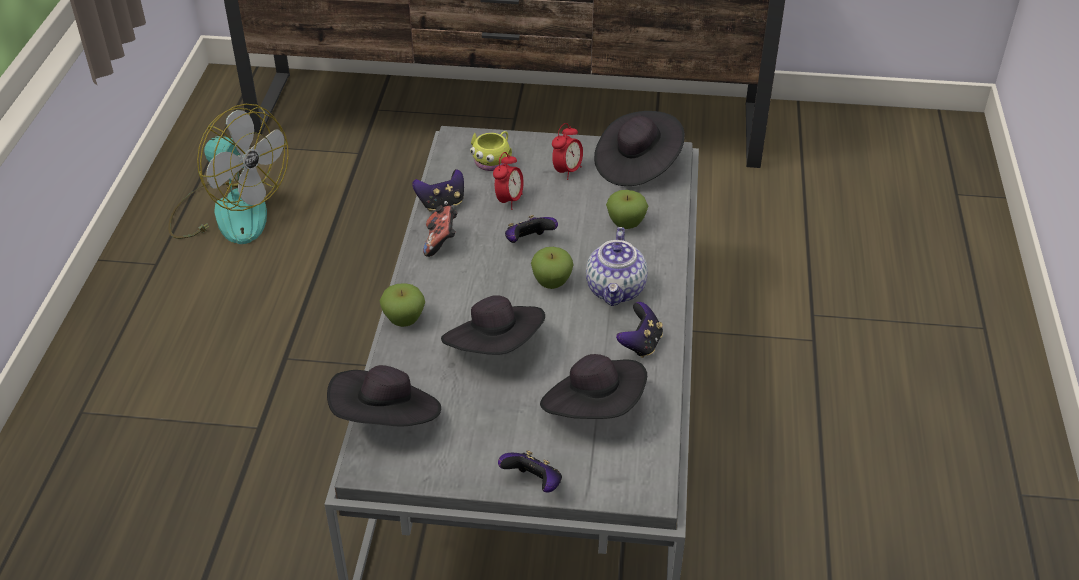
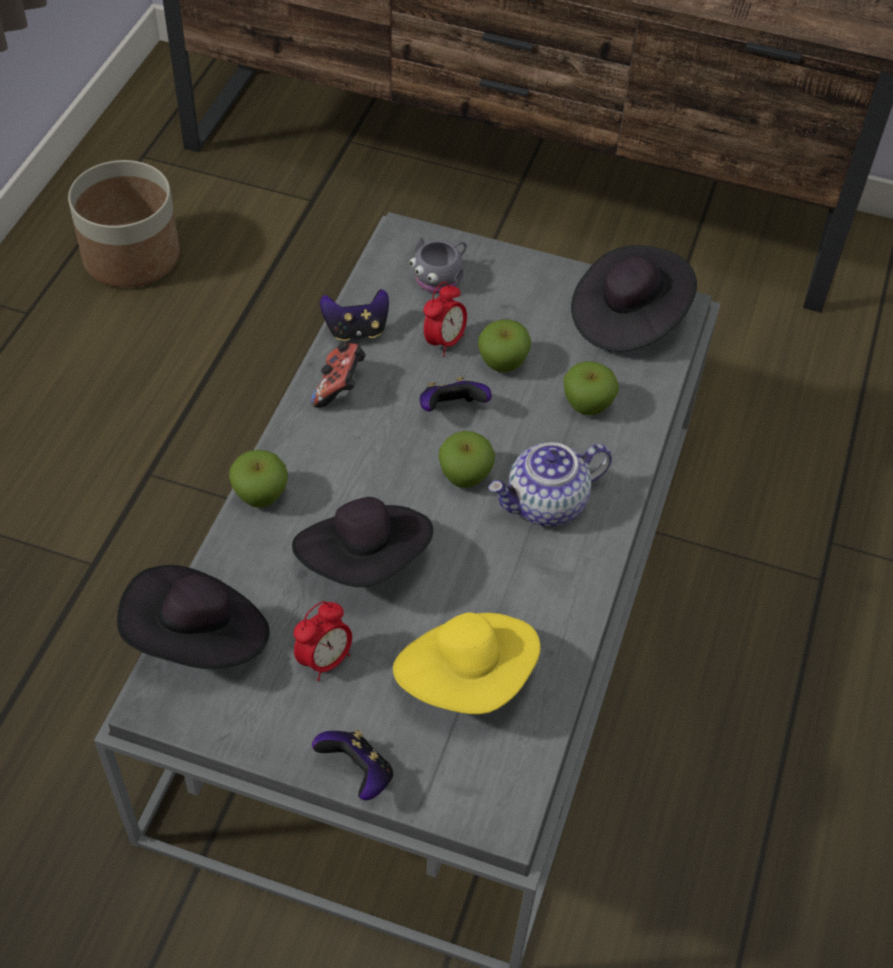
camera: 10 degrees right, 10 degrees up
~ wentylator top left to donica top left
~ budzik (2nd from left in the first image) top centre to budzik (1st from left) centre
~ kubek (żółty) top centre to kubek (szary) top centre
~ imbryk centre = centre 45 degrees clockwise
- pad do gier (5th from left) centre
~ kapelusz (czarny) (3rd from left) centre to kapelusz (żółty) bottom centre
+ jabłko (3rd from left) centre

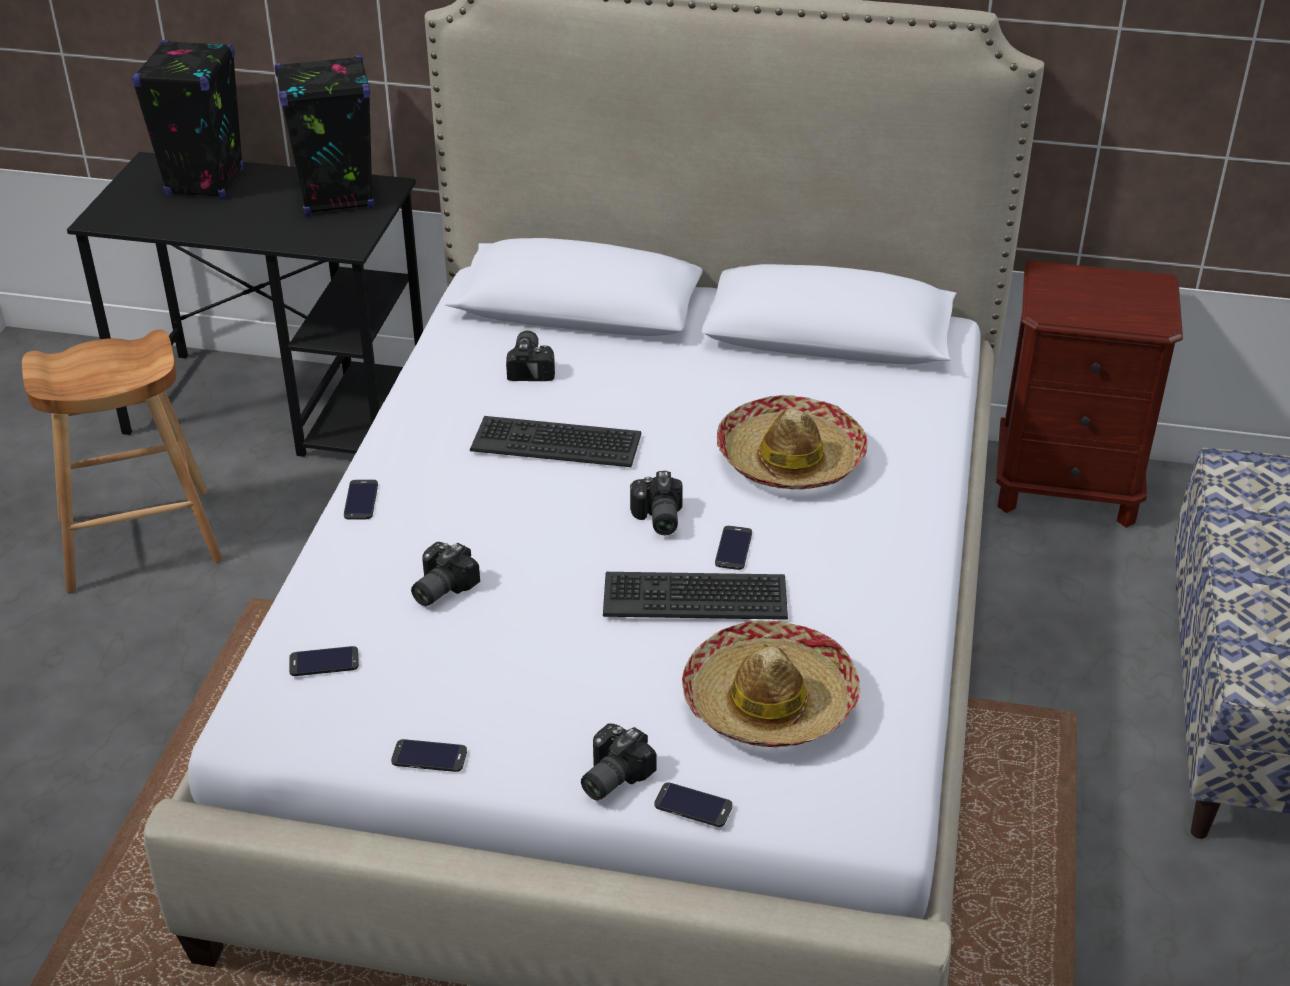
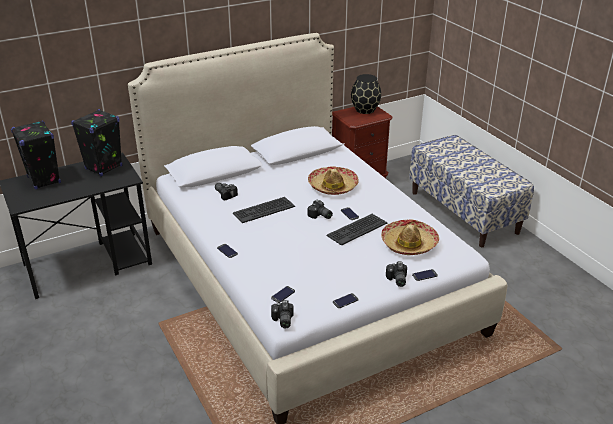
camera: 40 degrees left, 5 degrees down
- stołek (brązowy) middle left
~ aparat fotograficzny (1st from left in the first image) centre to aparat fotograficzny (2nd from left) bottom centre
+ wazon (czarny) top centre

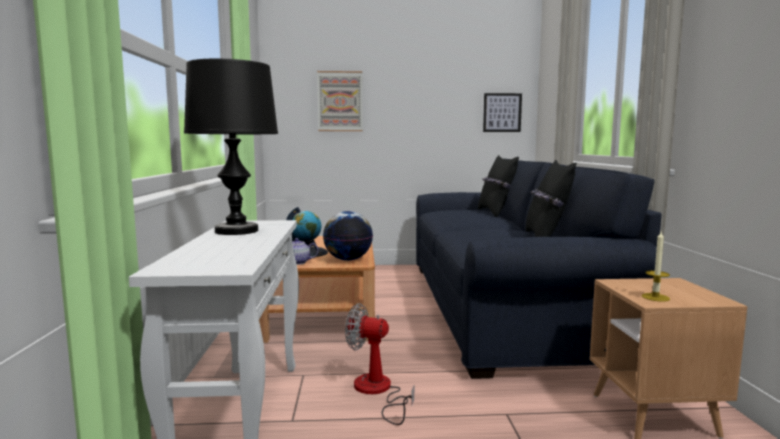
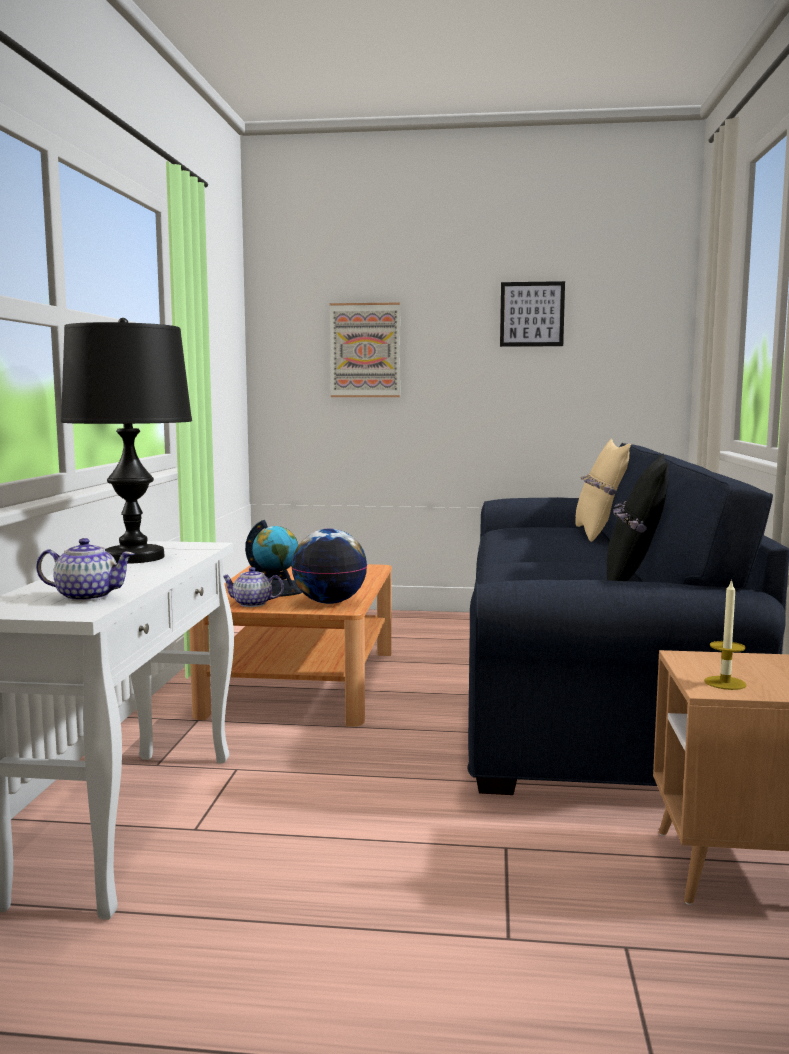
camera: 10 degrees right, 0 degrees up
~ obraz (2nd from left) top centre to top right
~ poduszka (czarny) (1st from left) centre to poduszka (beżowy) middle right
- wentylator bottom centre
+ imbryk (1st from left) middle left

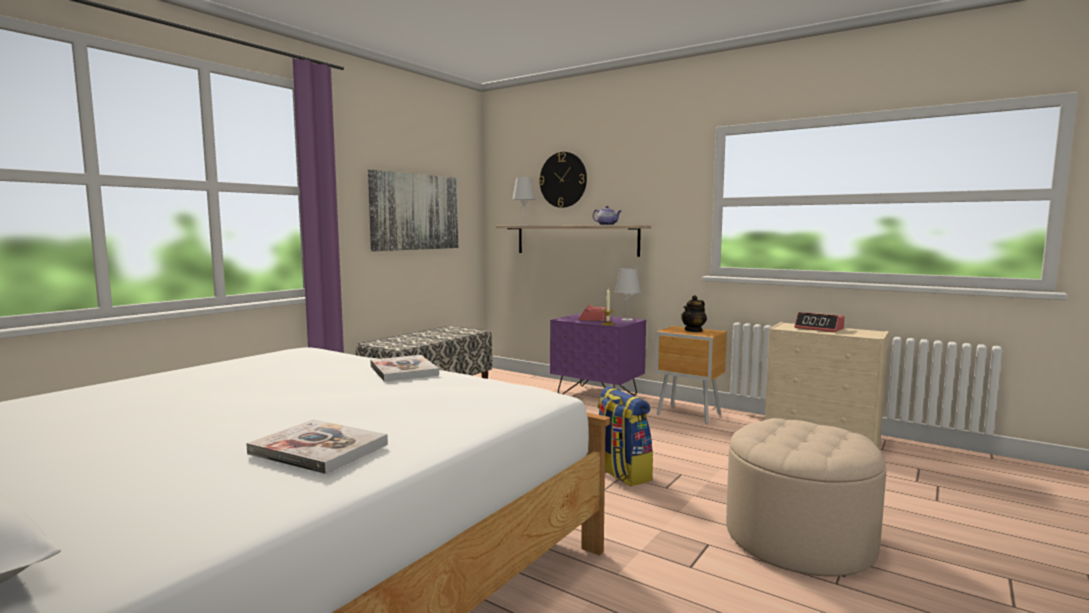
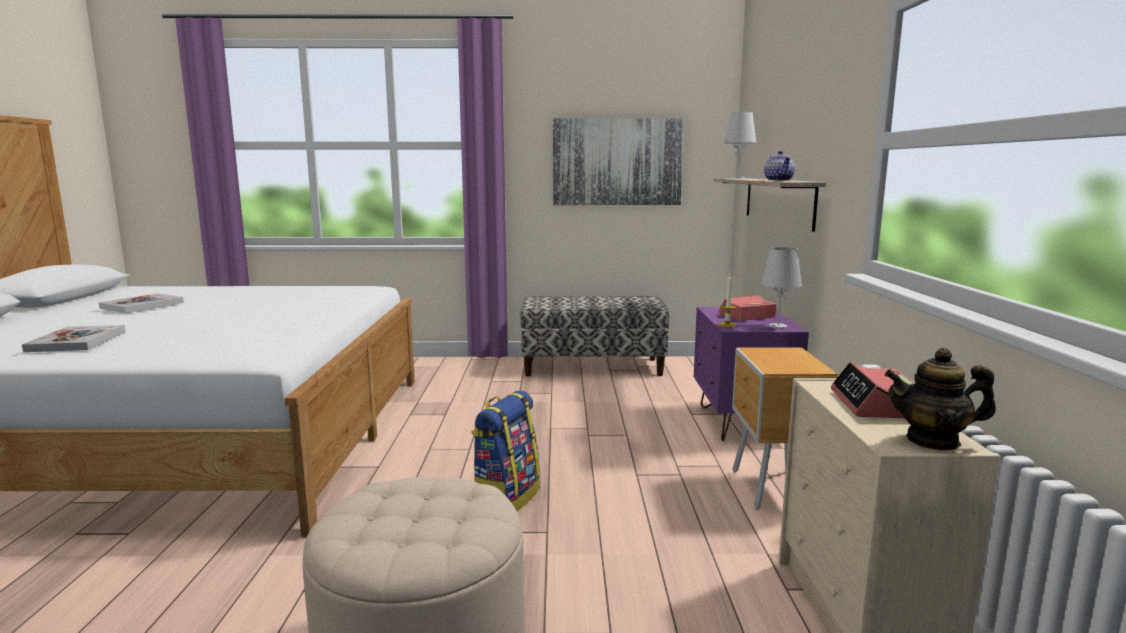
camera: 55 degrees right, 5 degrees up
- zegar ścienny top centre
~ imbryk (2nd from left) centre to middle right
~ książka (2nd from left) centre to middle left

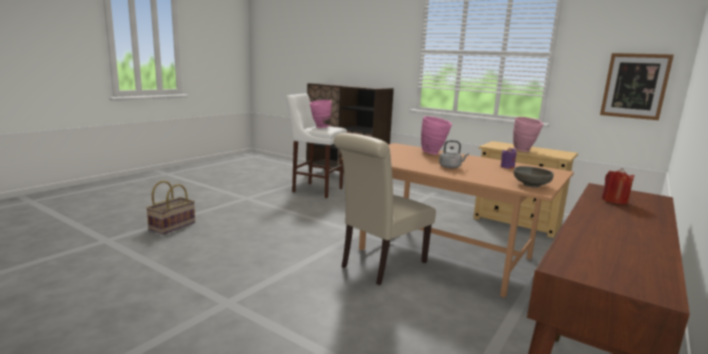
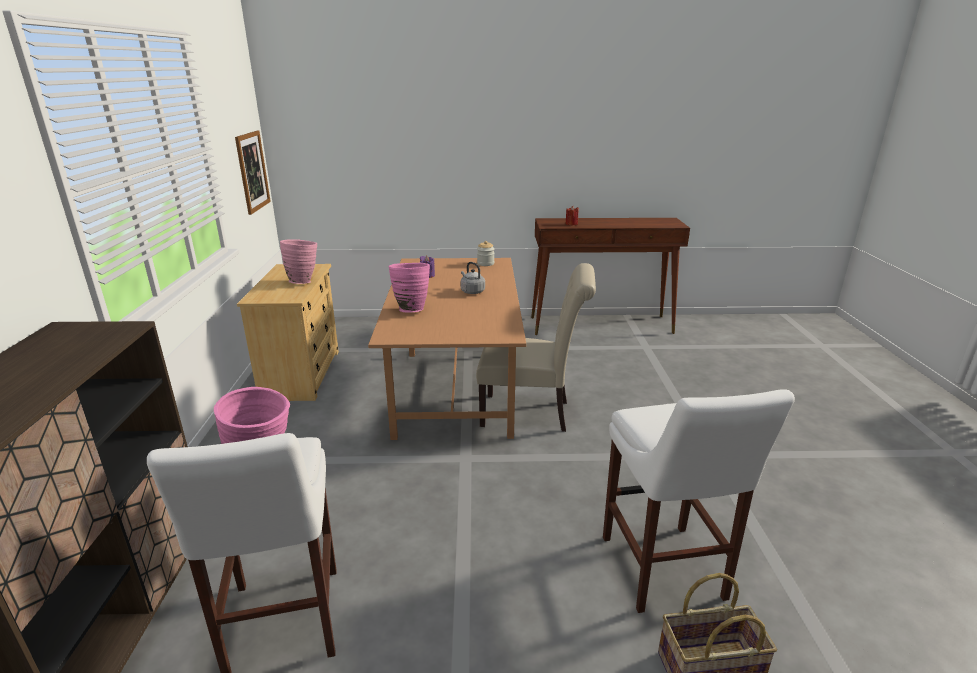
camera: 125 degrees left, 10 degrees up
~ miska (szary) middle right to słoik centre
+ stołek (biały) (2nd from left) bottom right

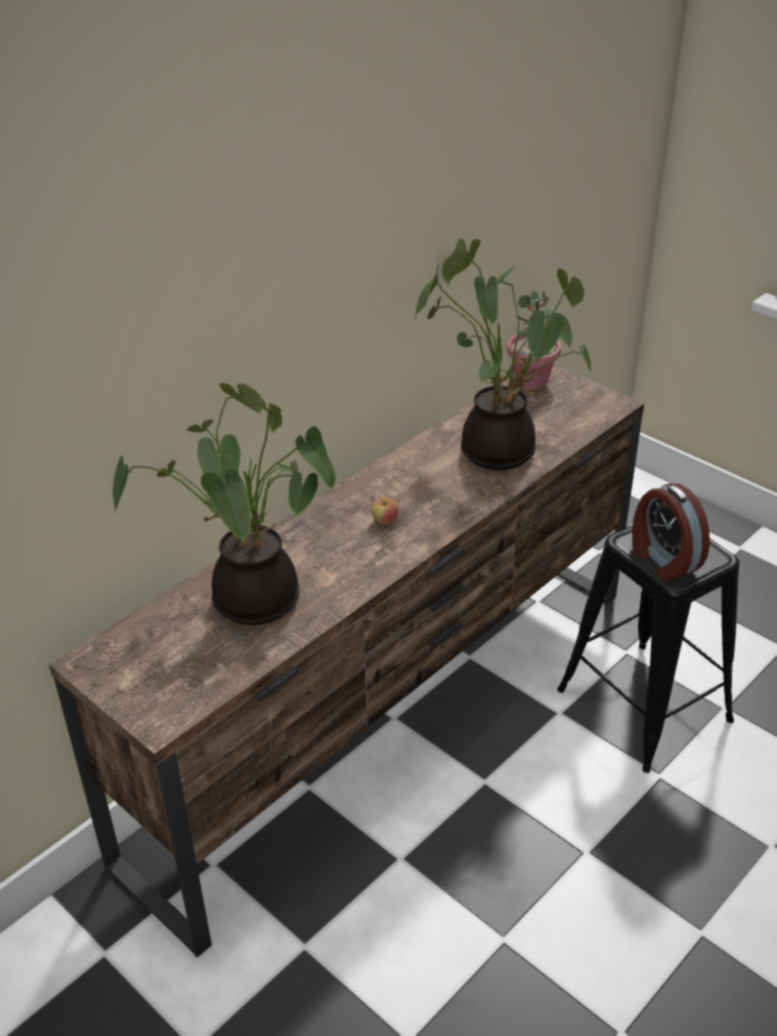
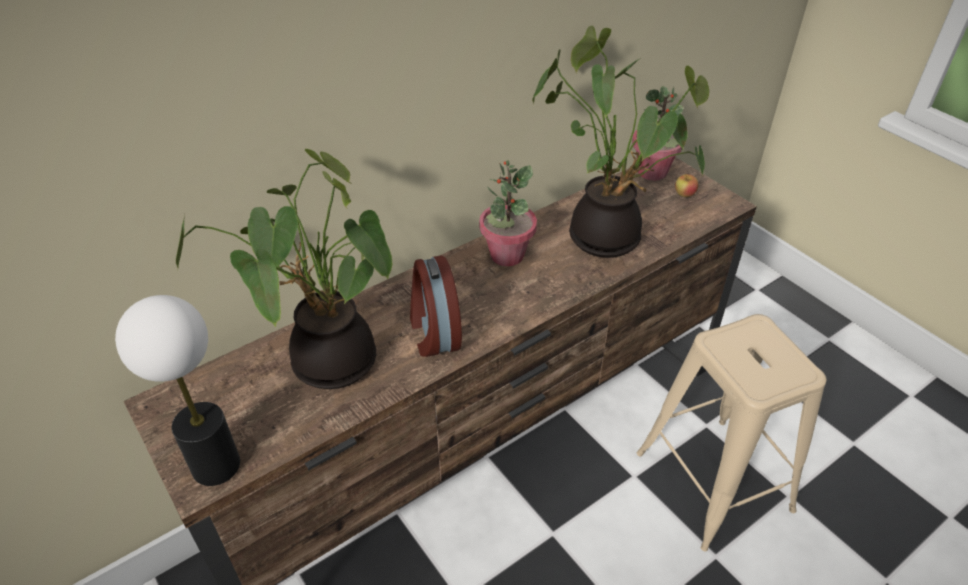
camera: 10 degrees right, 5 degrees up
~ budzik middle right to centre
~ jabłko centre to top right
~ stołek (czarny) middle right to stołek (beżowy) bottom right
+ roślina doniczkowa (2nd from left) centre
+ lampa stołowa bottom left

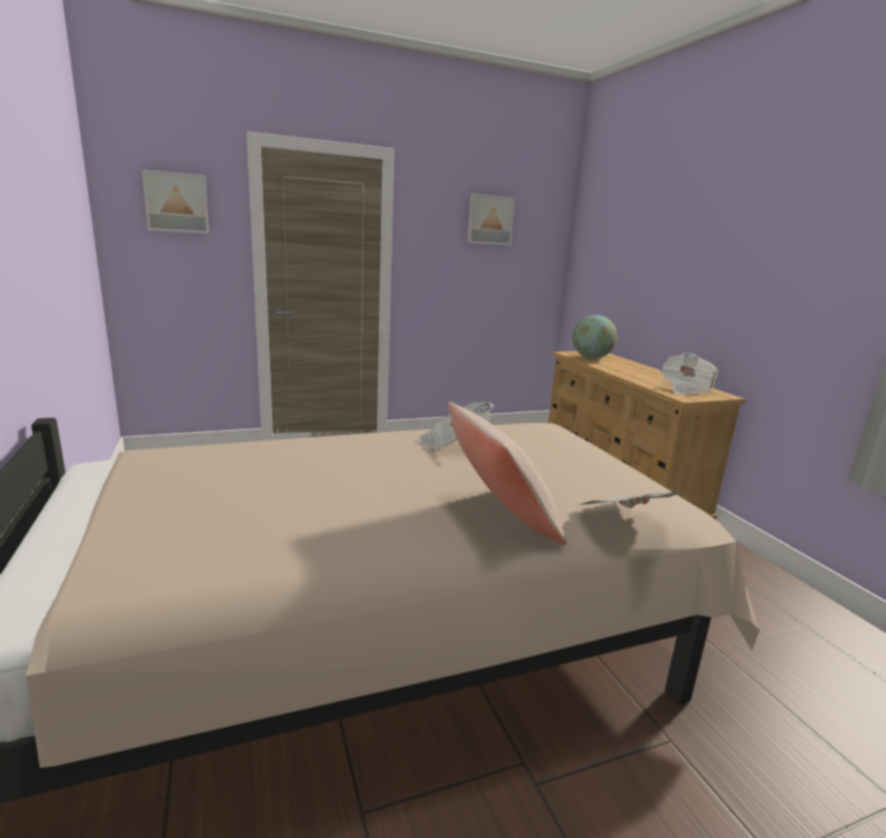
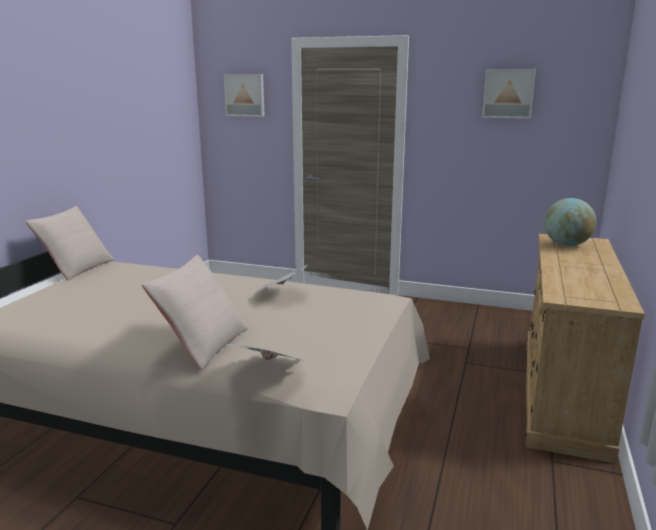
camera: 40 degrees right, 0 degrees up
- gazeta (3rd from left) middle right
+ poduszka (beżowy) (1st from left) middle left

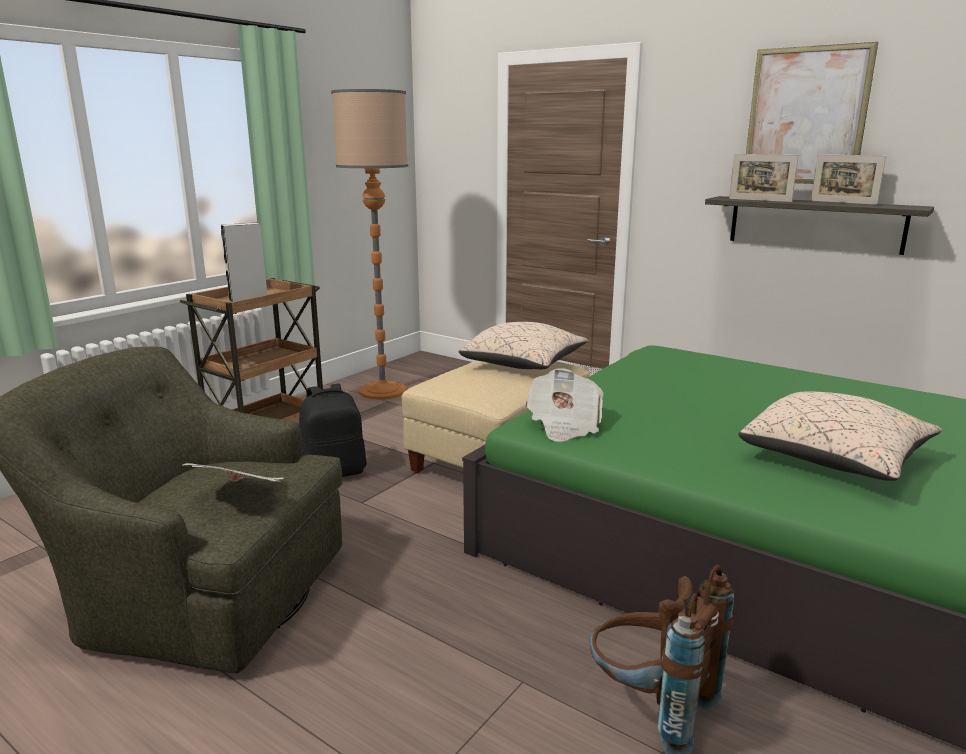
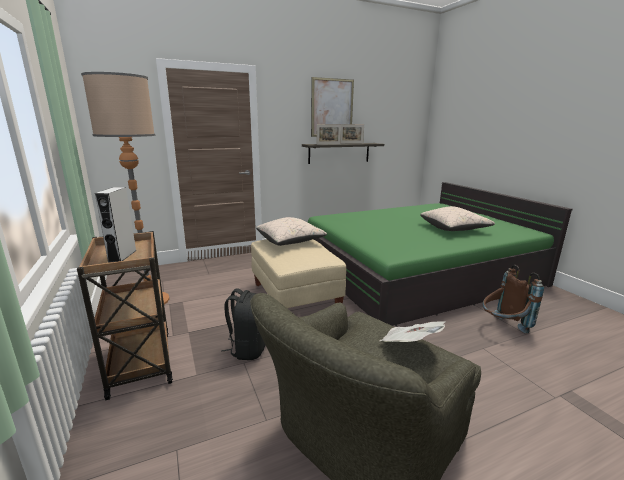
camera: 60 degrees left, 0 degrees up
- gazeta (2nd from left) centre

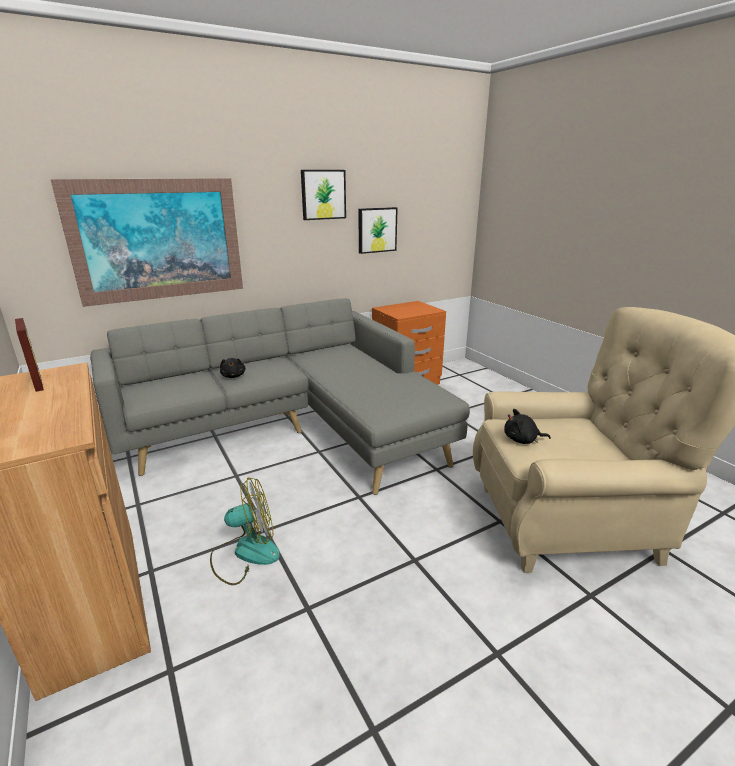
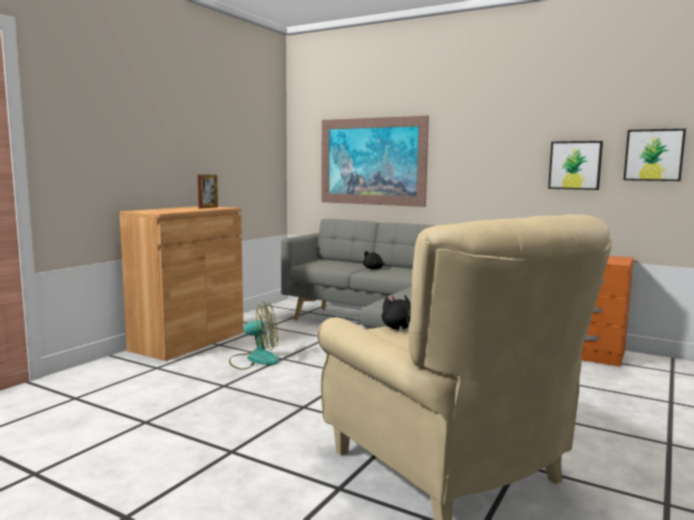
camera: 60 degrees right, 15 degrees down
~ obraz (2nd from left in the first image) top centre to obraz (3rd from left) top right
~ wentylator bottom centre = centre 45 degrees counterclockwise

